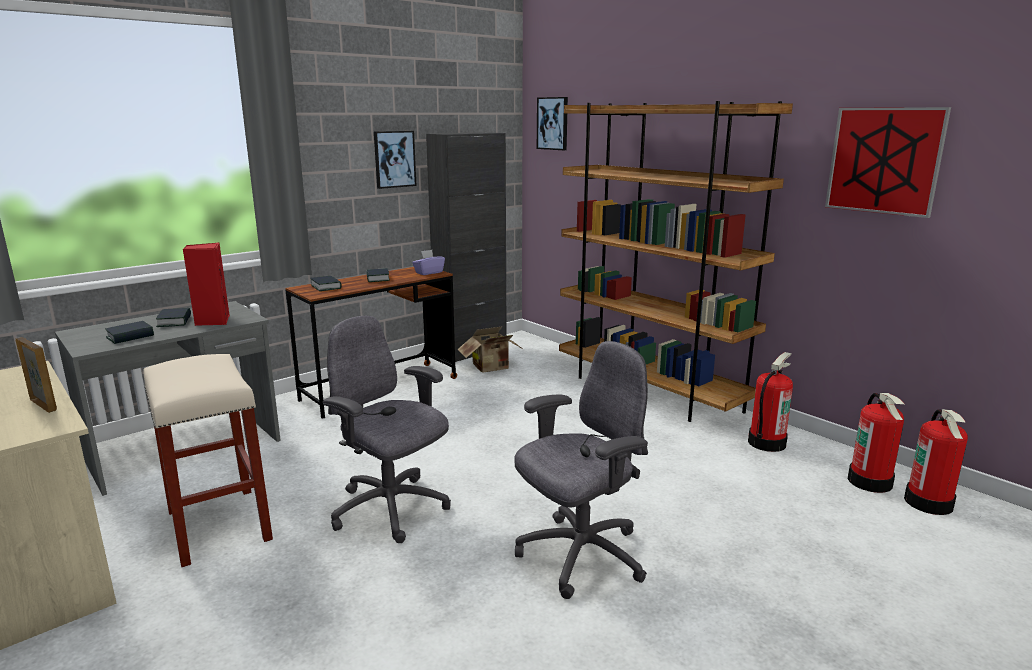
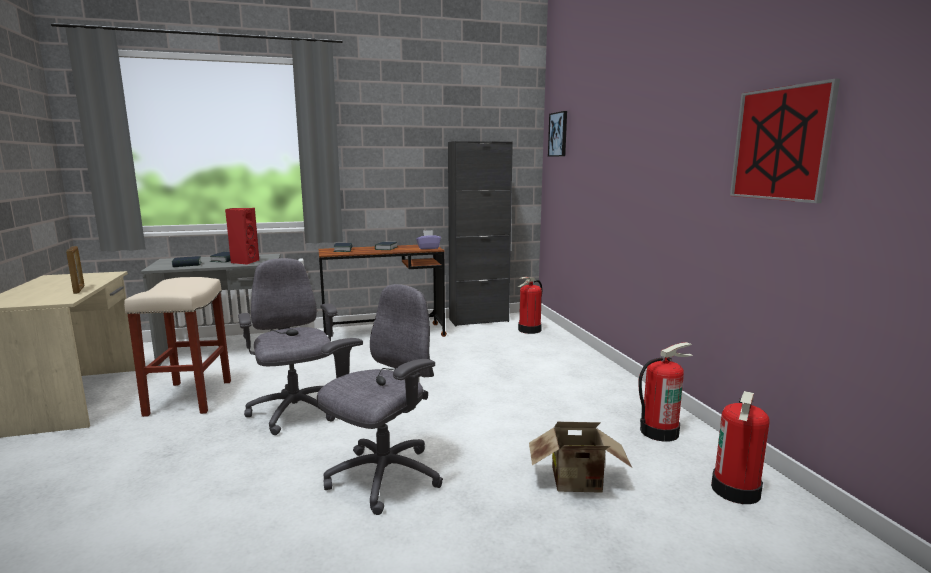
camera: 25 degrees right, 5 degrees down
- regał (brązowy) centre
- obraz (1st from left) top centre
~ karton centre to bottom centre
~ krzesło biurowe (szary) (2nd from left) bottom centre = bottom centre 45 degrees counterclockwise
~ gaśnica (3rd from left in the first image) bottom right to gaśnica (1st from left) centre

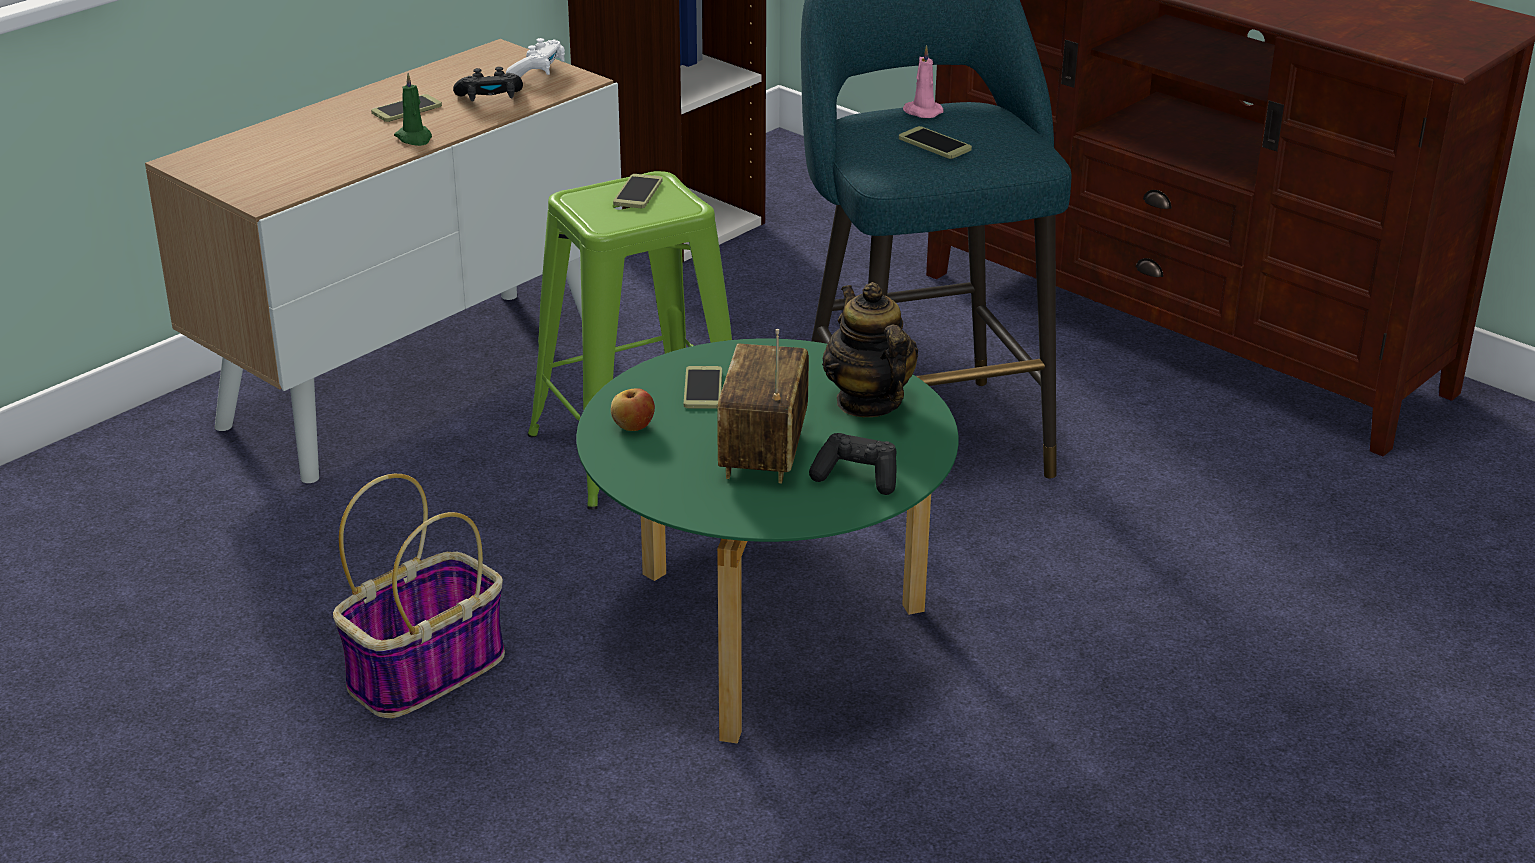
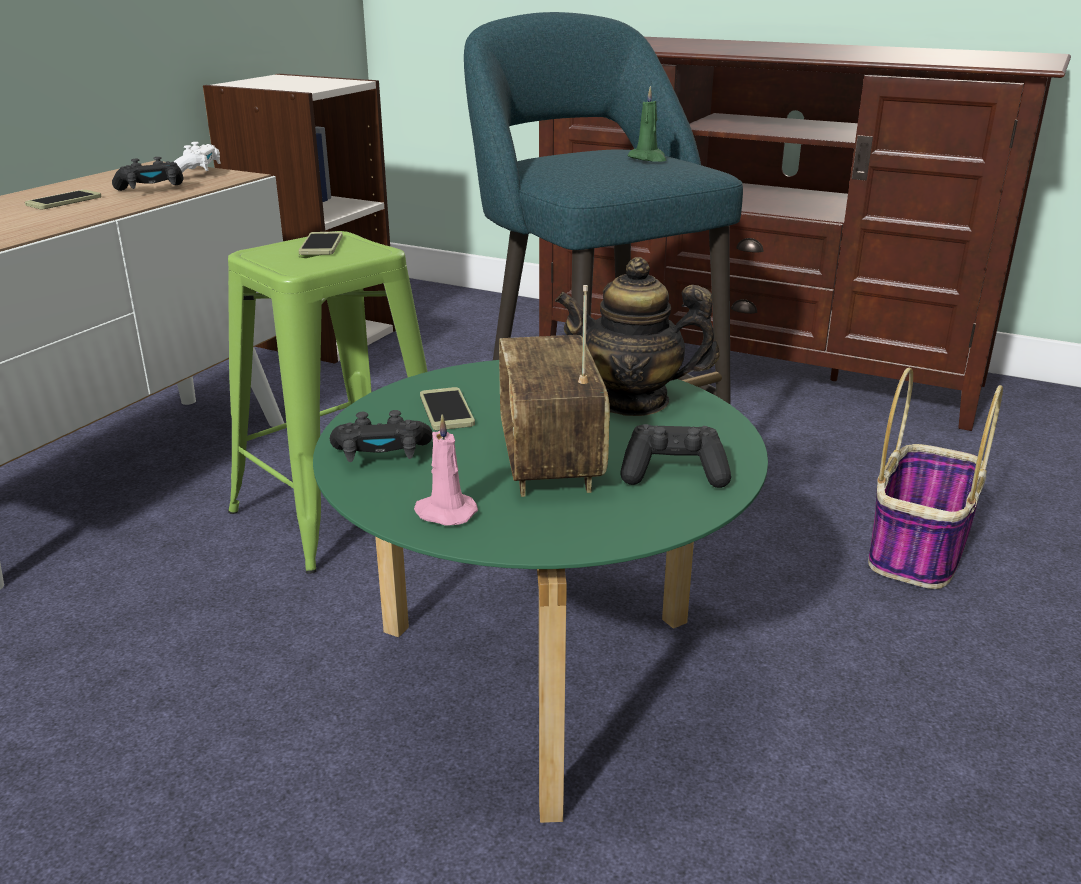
camera: 15 degrees left, 5 degrees down
~ świeca (różowy) top centre to centre
~ świeca (zielony) top left to top centre
- telefon (4th from left) top centre
~ imbryk centre = centre 45 degrees counterclockwise
~ jabłko centre to pad do gier (czarny) (2nd from left) centre
~ koszyk bottom left to middle right

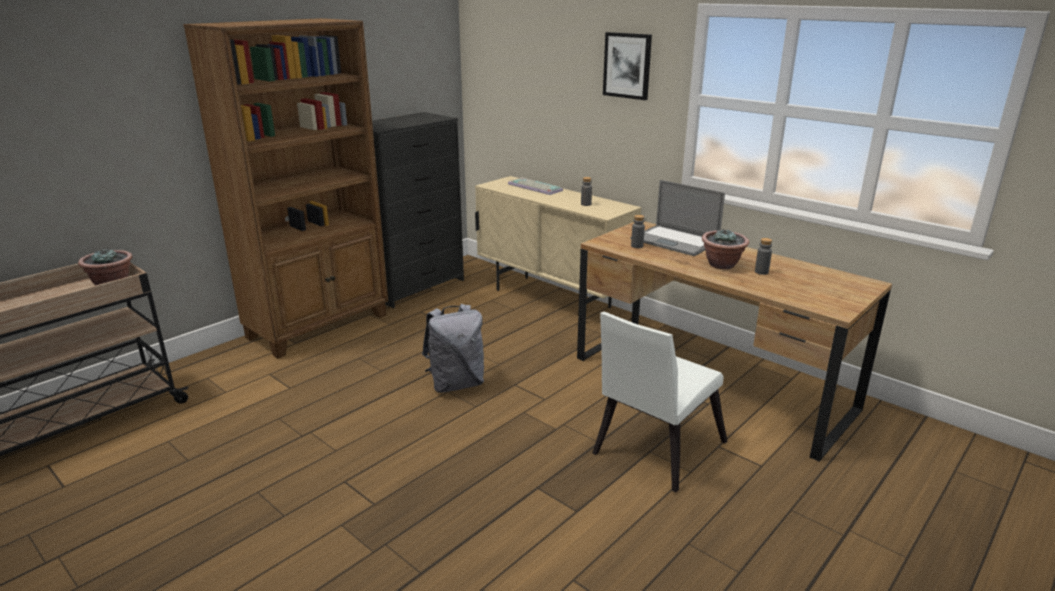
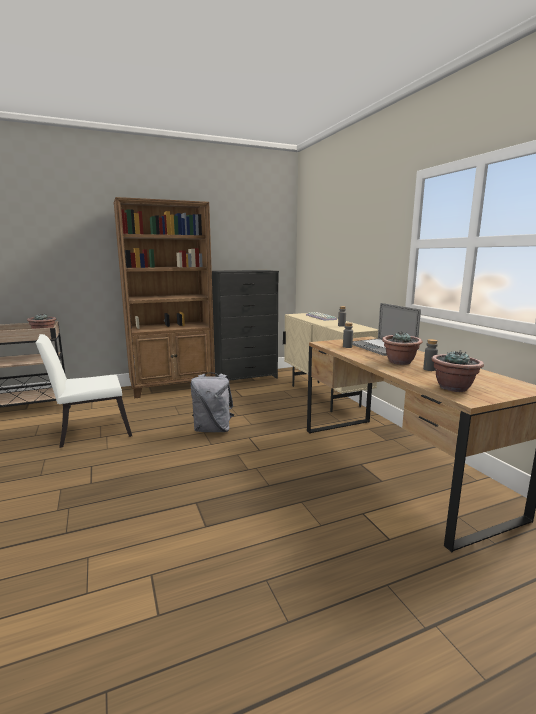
camera: 25 degrees right, 10 degrees down
- obraz top centre
~ krzesło (biały) bottom centre to middle left
+ roślina doniczkowa (3rd from left) middle right

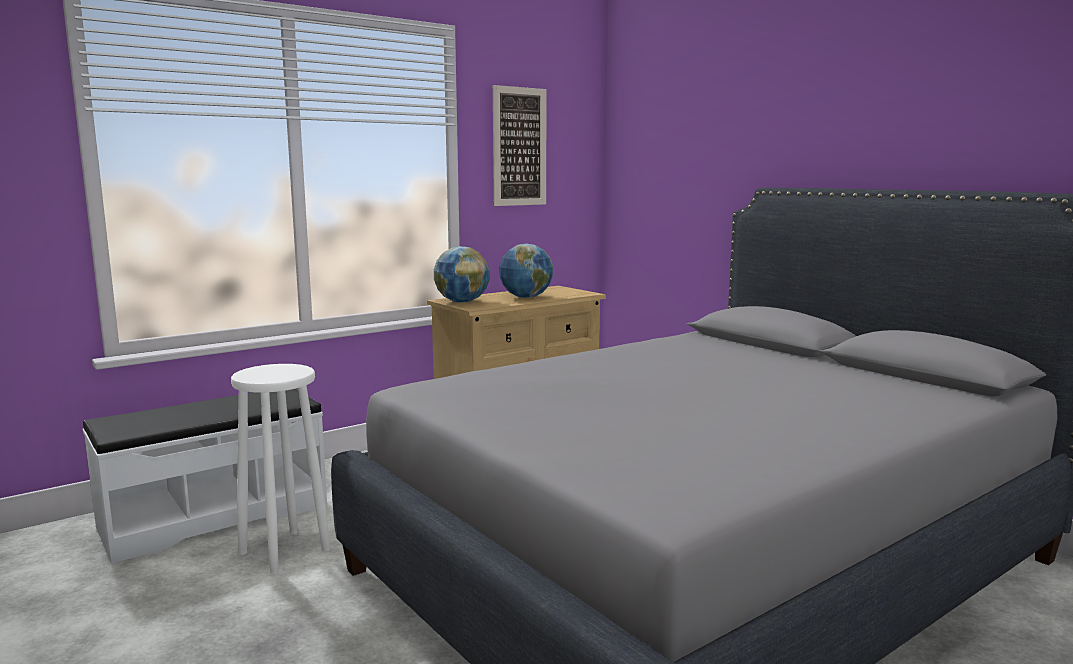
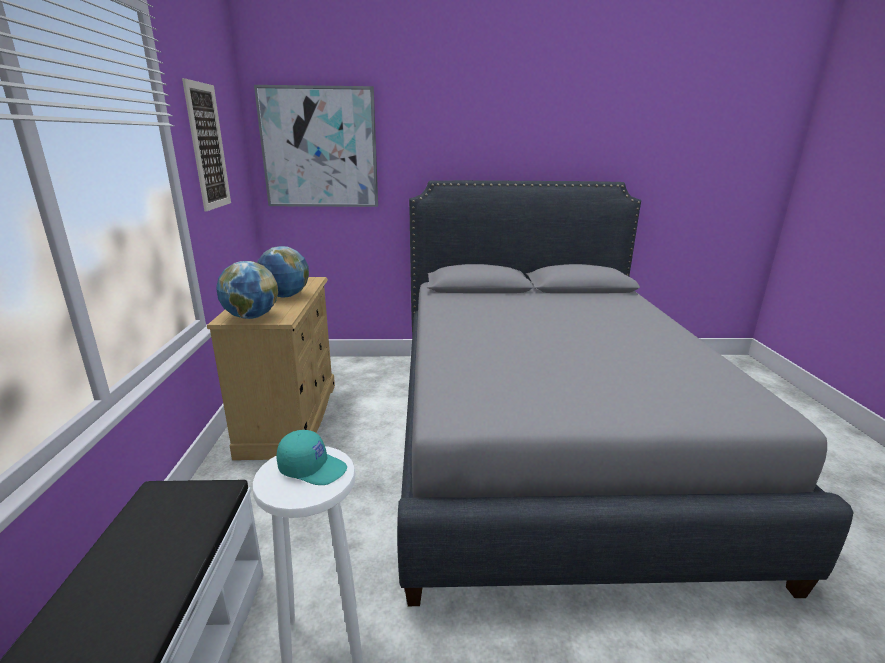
camera: 55 degrees left, 10 degrees up
+ obraz (2nd from left) top centre
+ czapka z daszkiem (turkusowy) bottom centre

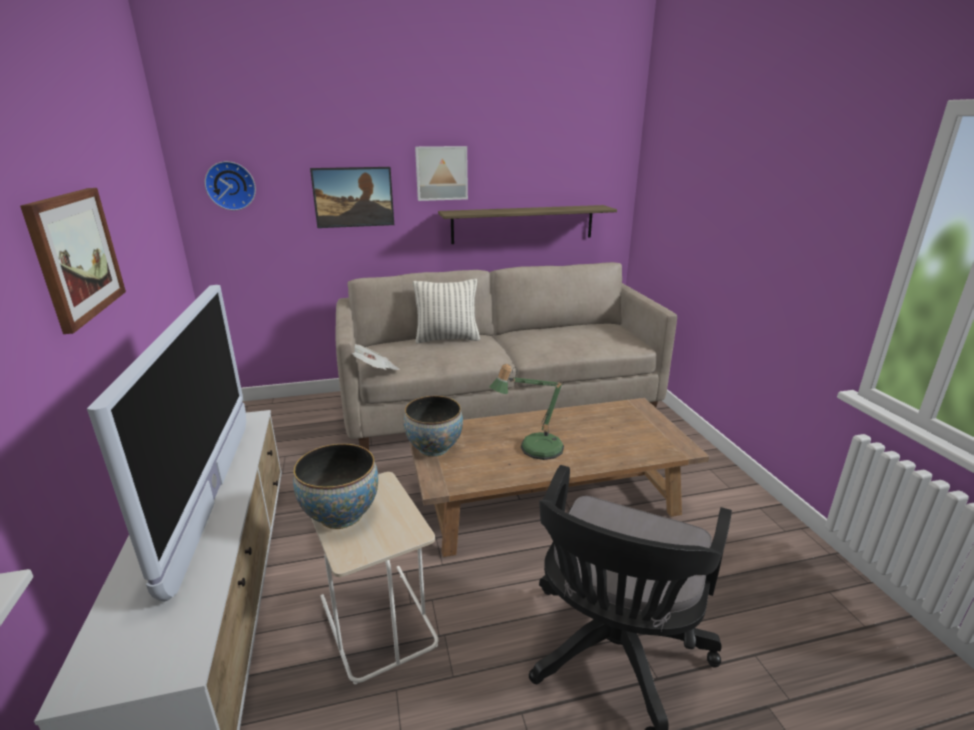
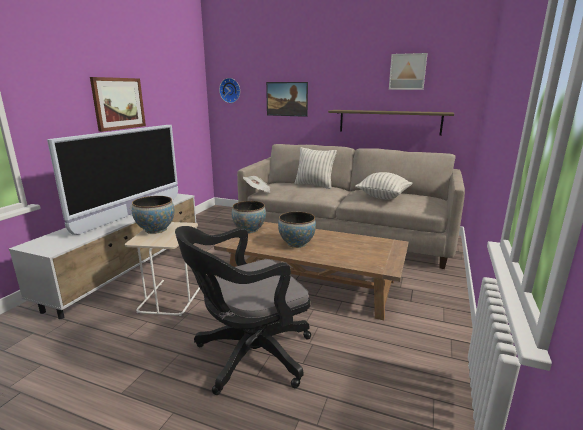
camera: 35 degrees right, 5 degrees down
~ obraz (3rd from left) top centre to top right
~ lampa stołowa centre to miska (3rd from left) centre
+ poduszka (2nd from left) centre

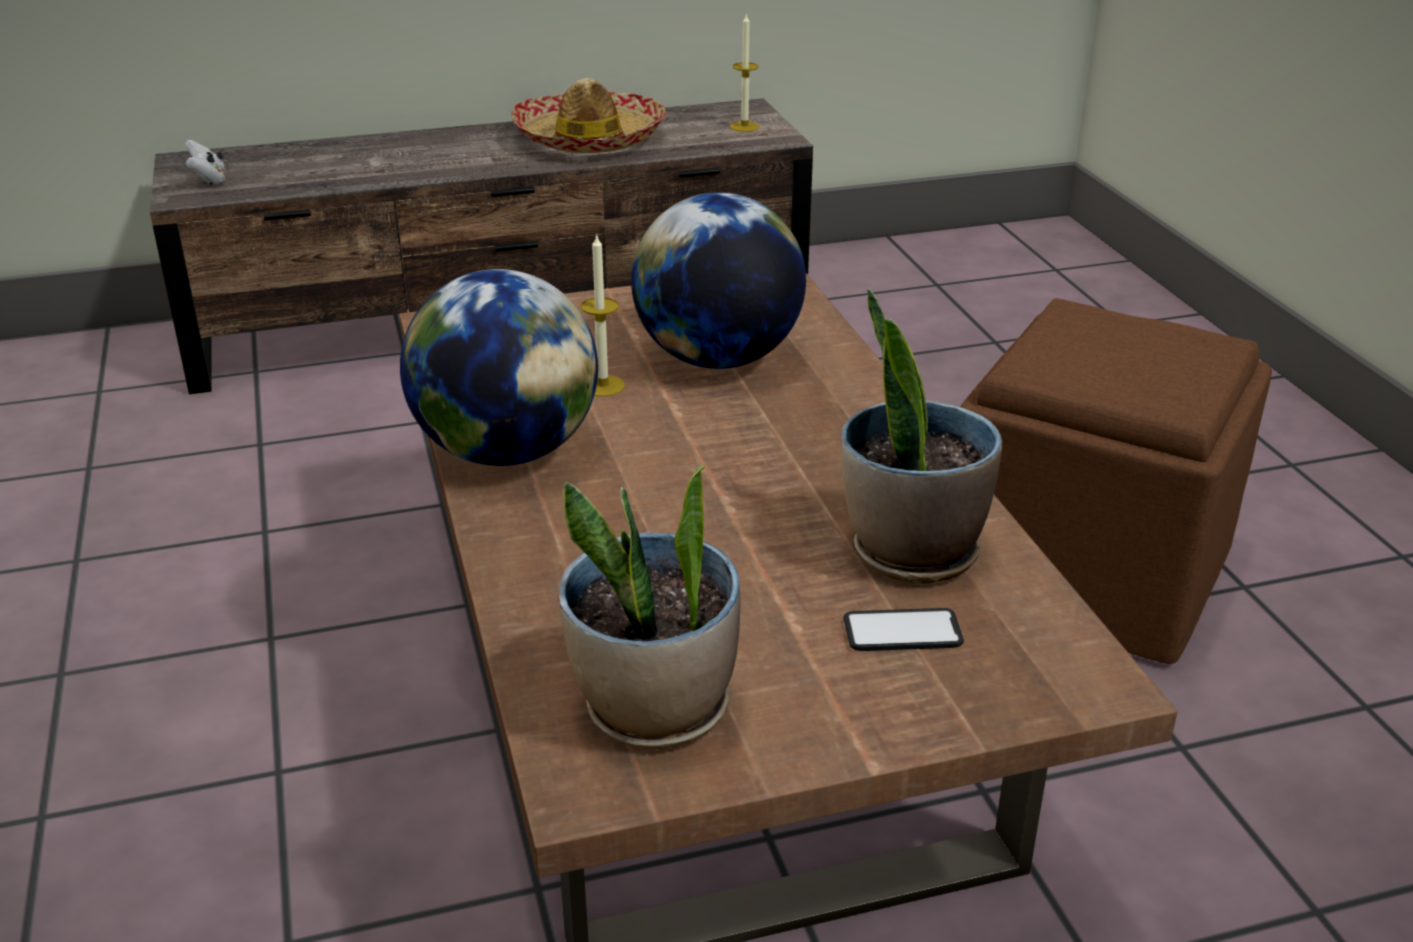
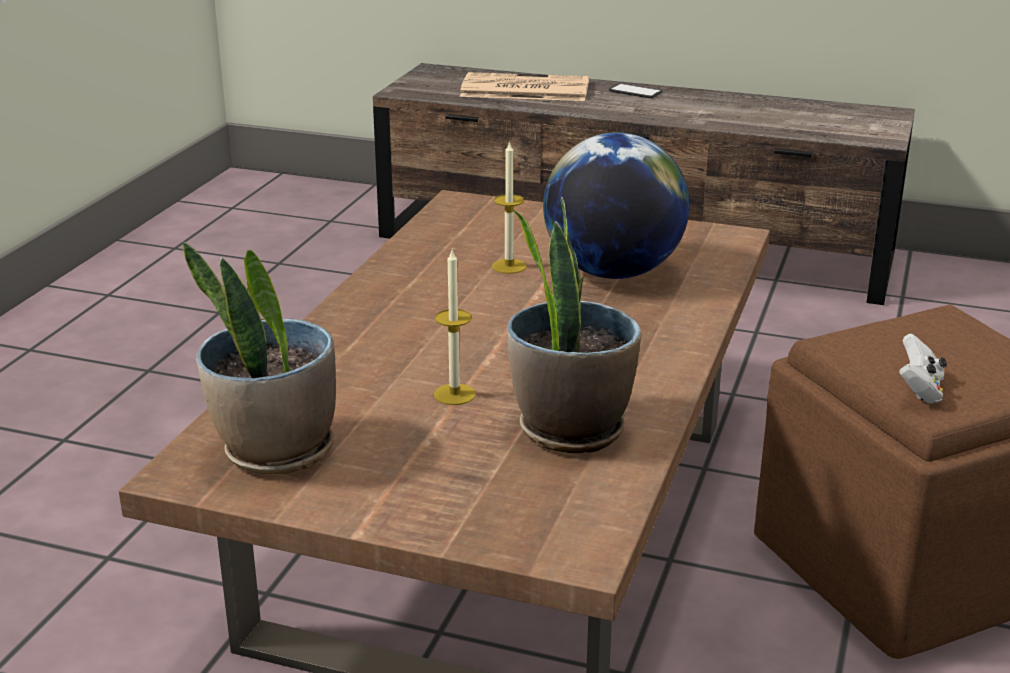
camera: 35 degrees right, 5 degrees down
~ świeca (2nd from left in the first image) top centre to świeca (1st from left) centre
- kapelusz top centre
~ pad do gier (biały) top left to middle right
- globus (1st from left) centre
~ telefon bottom centre to top centre
+ gazeta top centre

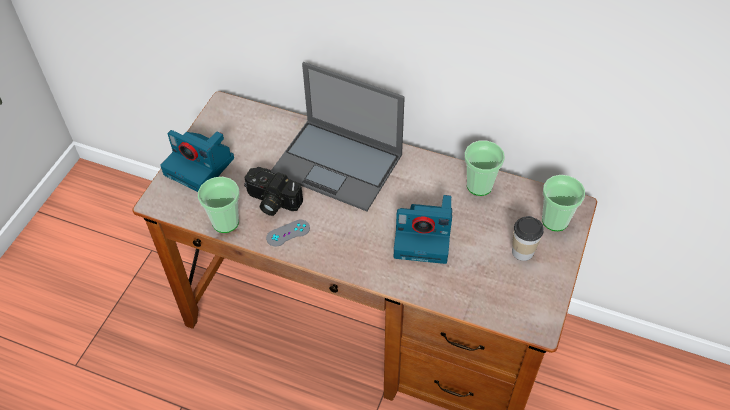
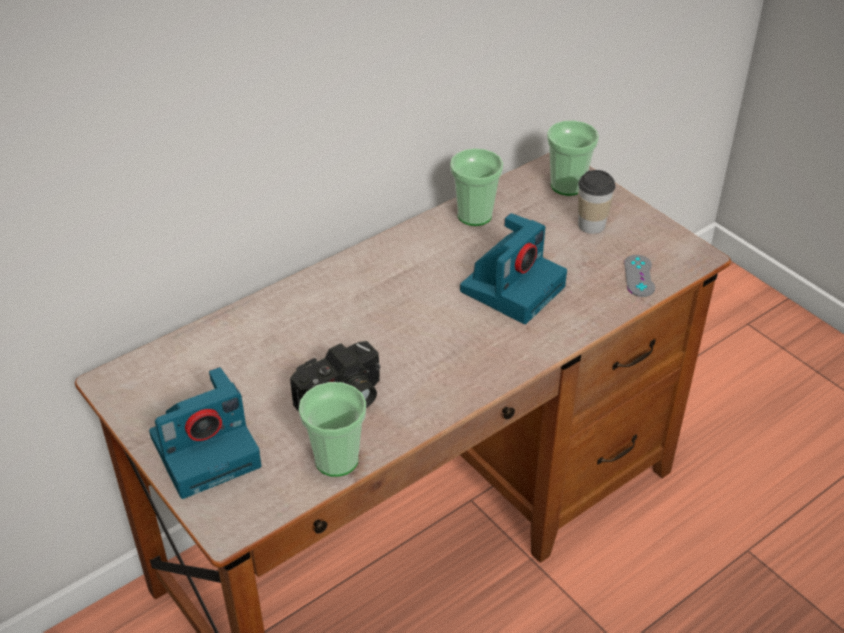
camera: 60 degrees left, 10 degrees down
- laptop top centre
~ pad do gier (szary) centre to middle right

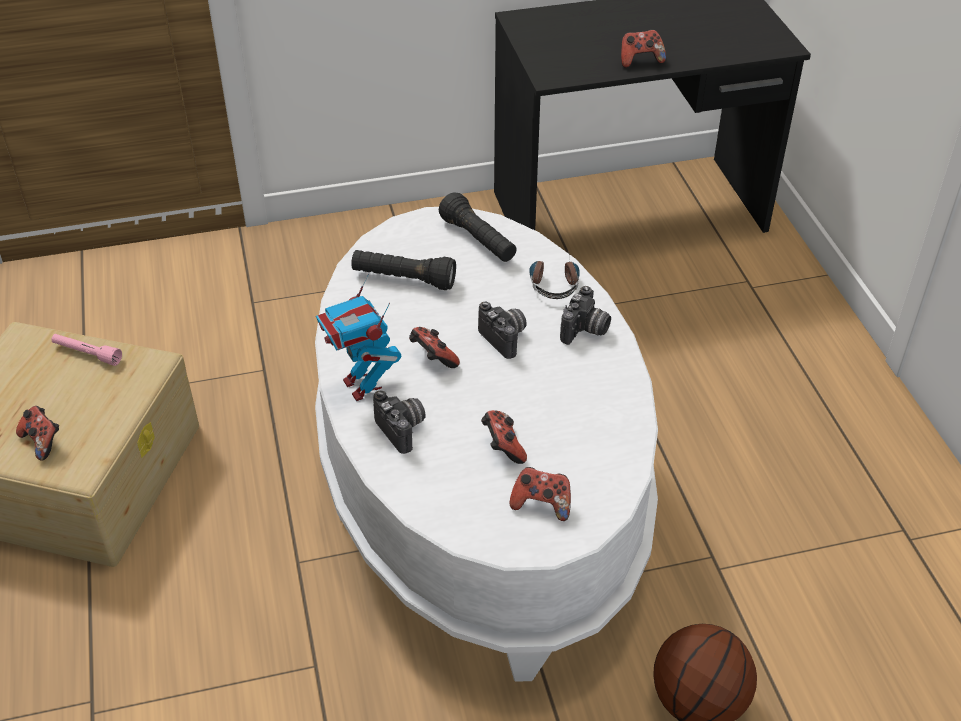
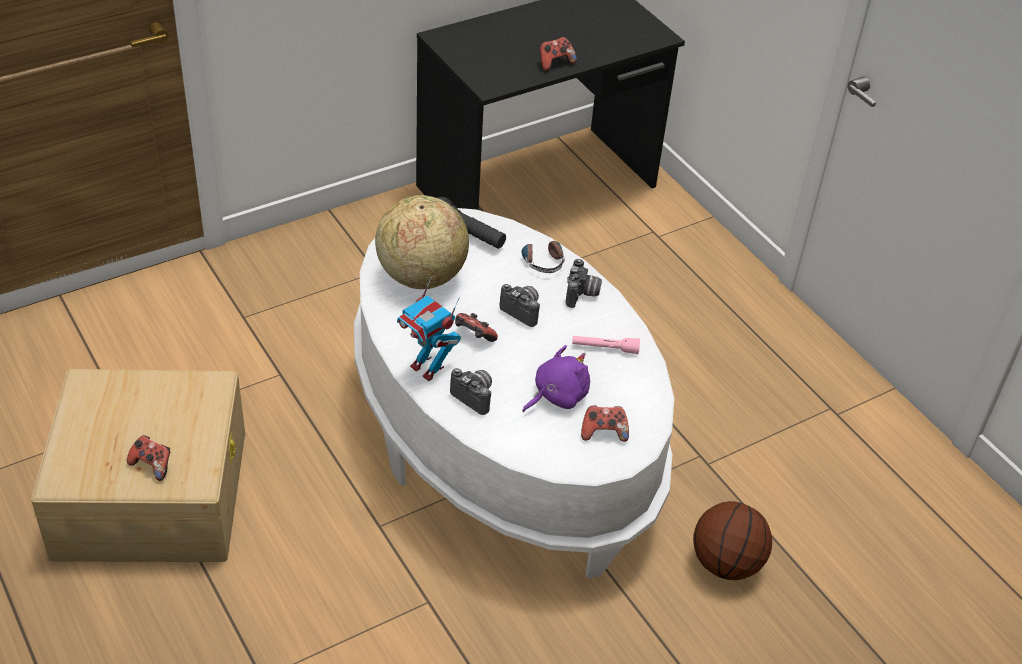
camera: 20 degrees left, 0 degrees up
~ latarka (czarny) (1st from left) centre to globus centre
~ latarka (różowy) middle left to centre
~ pad do gier (3rd from left) centre to pluszak (fioletowy) centre

